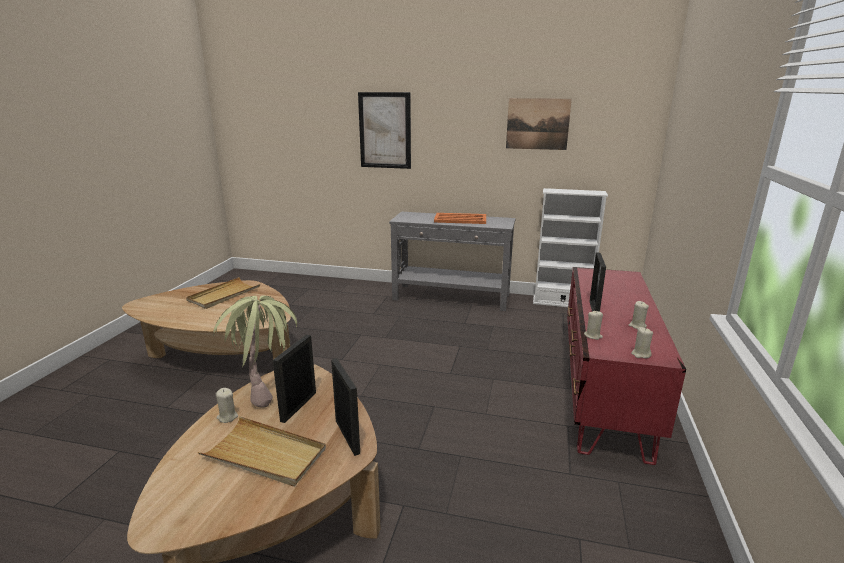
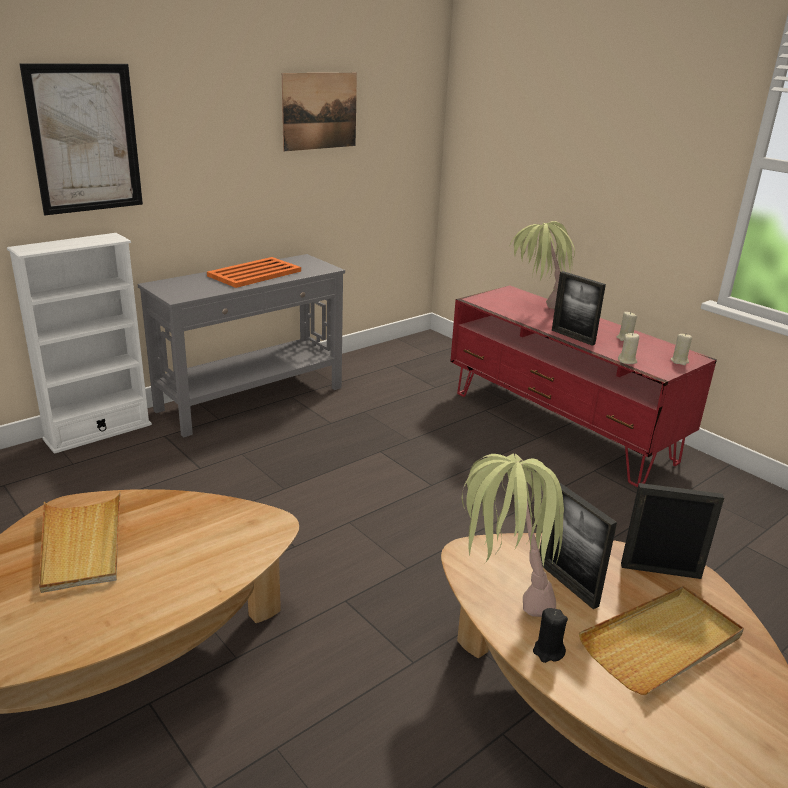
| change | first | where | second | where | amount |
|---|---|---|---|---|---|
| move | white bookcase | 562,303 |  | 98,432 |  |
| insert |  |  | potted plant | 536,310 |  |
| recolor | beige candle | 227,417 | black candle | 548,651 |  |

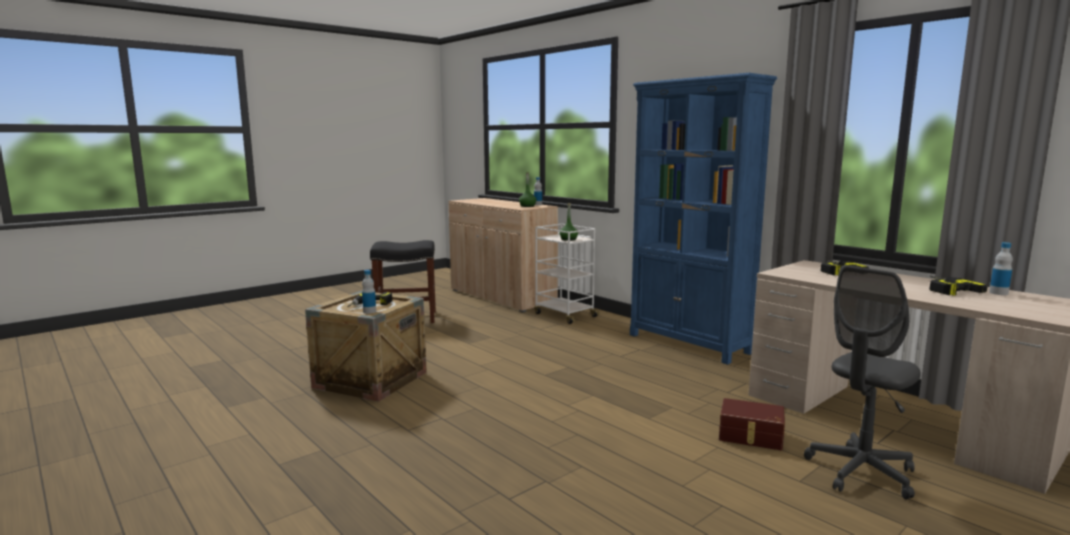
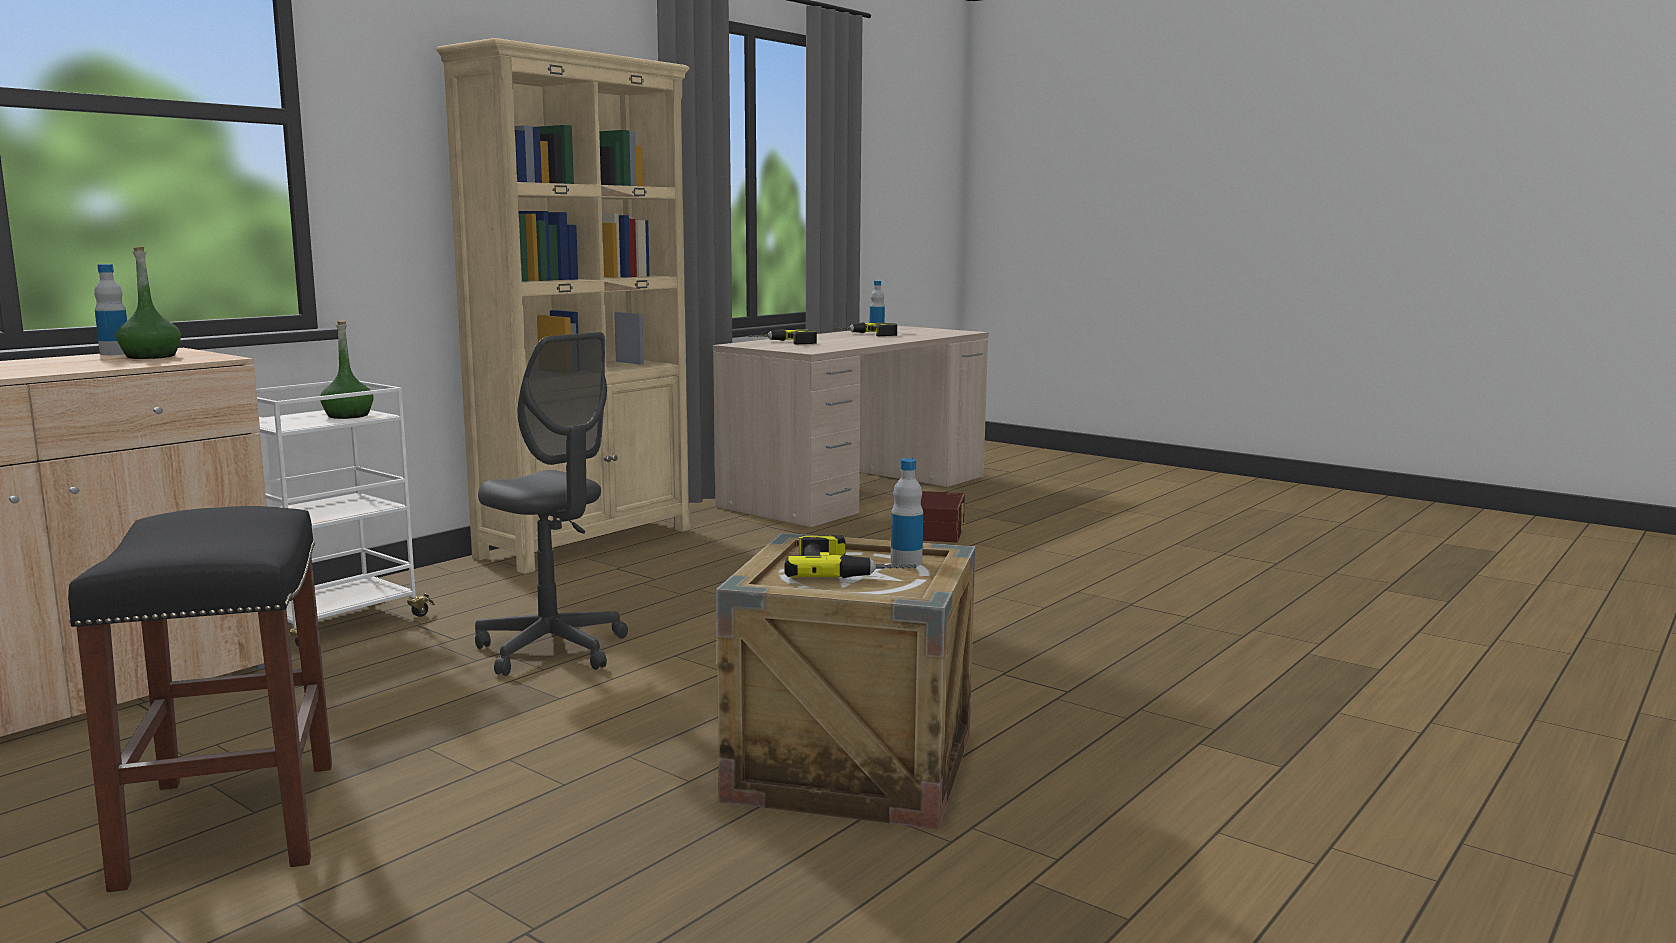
| change | first | where | second | where | amount |
|---|---|---|---|---|---|
| recolor | blue bookcase | 689,344 | beige bookcase | 587,543 |  |
| move | grey office chair | 861,472 |  | 552,650 |  |

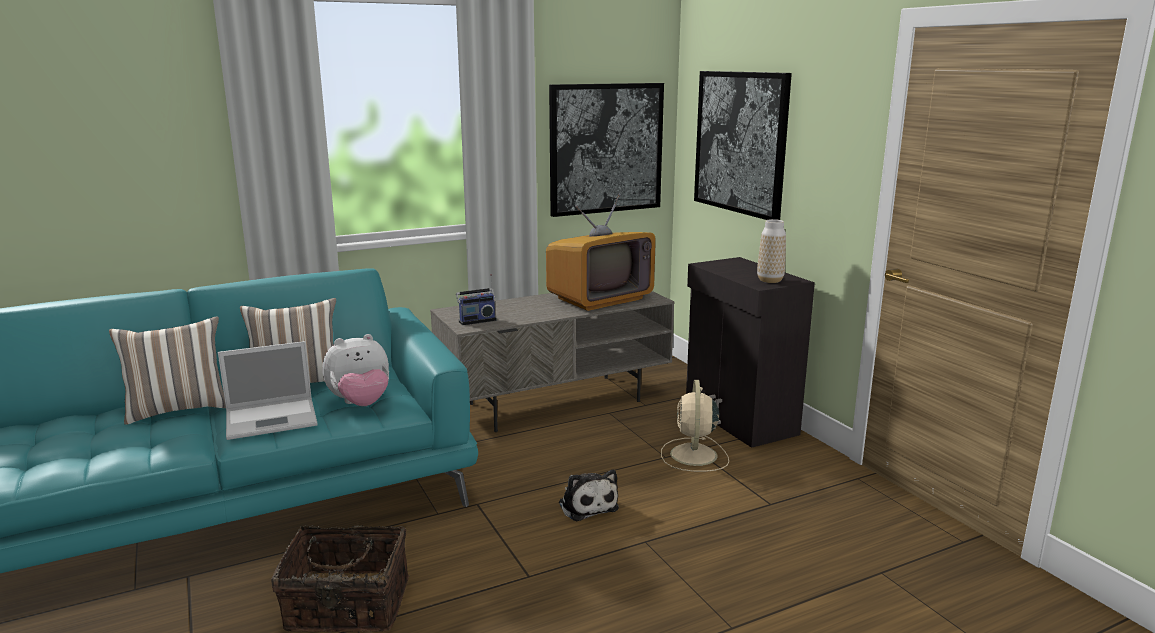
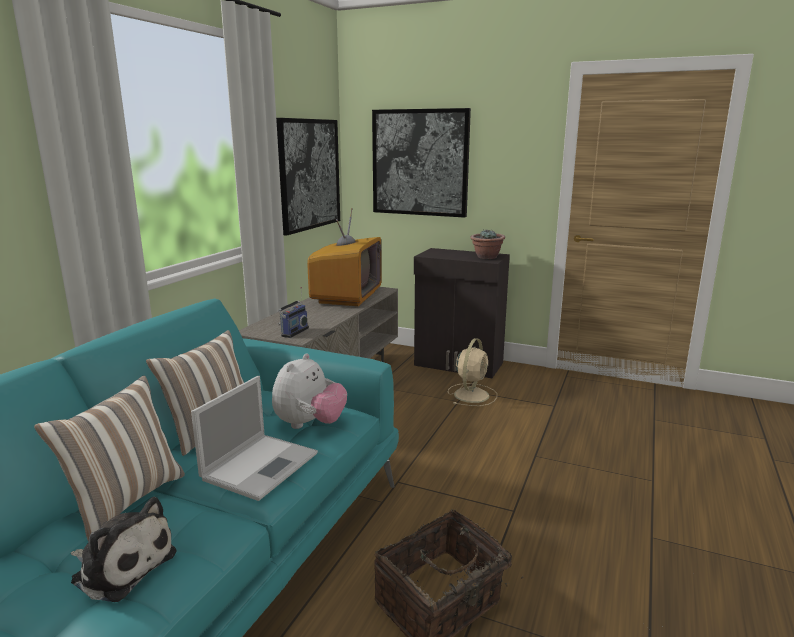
| change | first | where | second | where | amount |
|---|---|---|---|---|---|
| move | plush toy | 587,505 |  | 122,565 |  |
| rotate | beige fan | 693,456 |  | 472,394 | 120 degrees counterclockwise |
| replace | vase | 770,280 | potted plant | 486,257 |  |

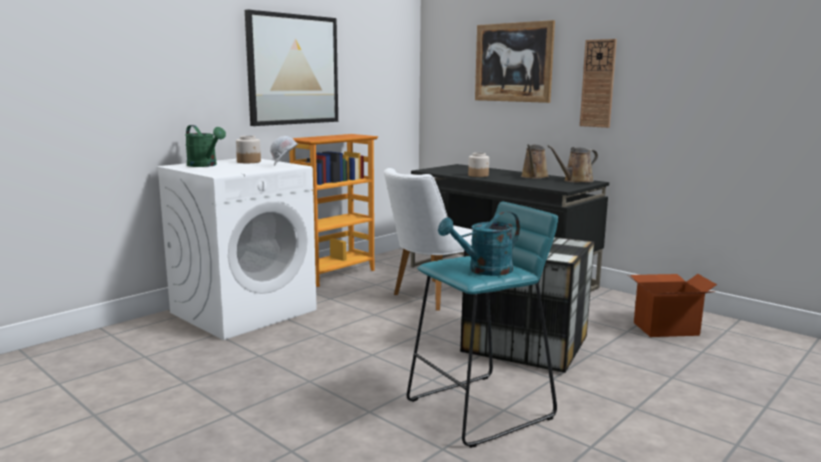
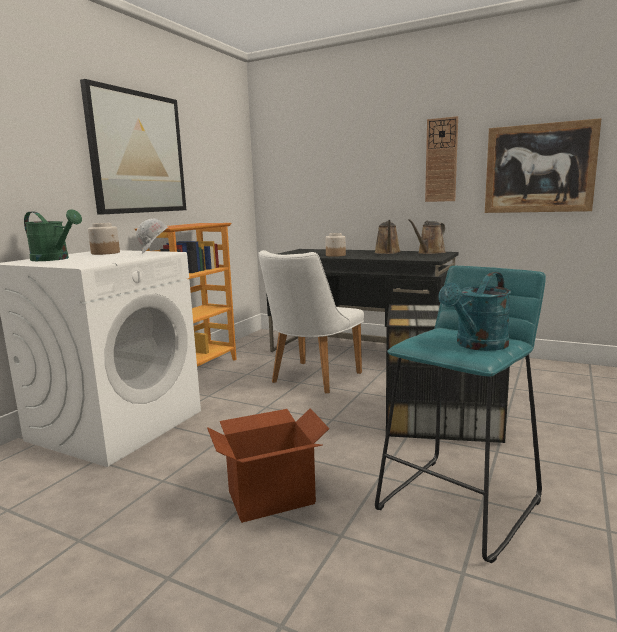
| change | first | where | second | where | amount |
|---|---|---|---|---|---|
| move | cardboard box | 665,328 |  | 270,497 |  |
| move | picture | 513,62 |  | 539,168 |  |

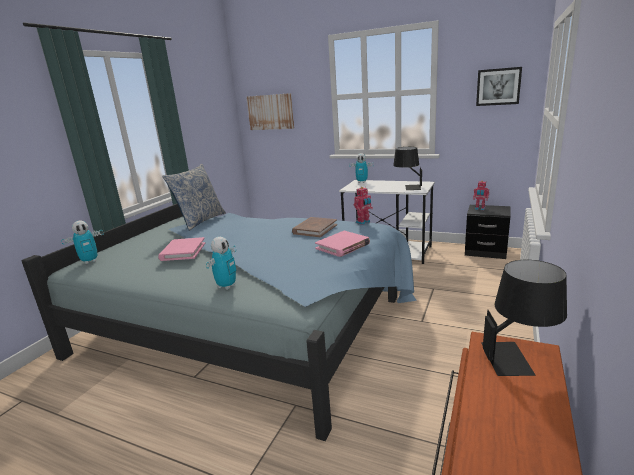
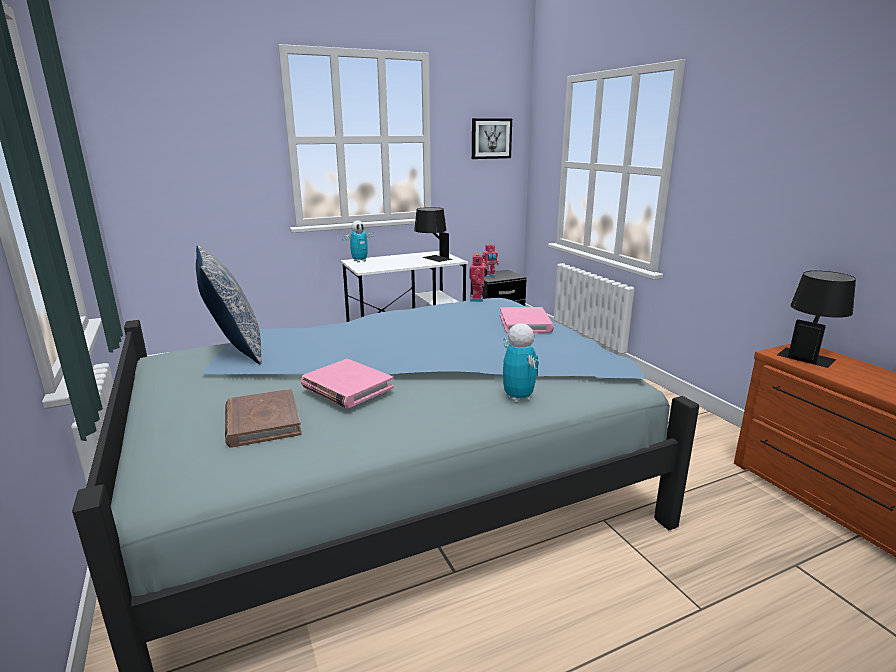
| change | first | where | second | where | amount |
|---|---|---|---|---|---|
| move | brown book | 315,229 |  | 262,421 |  |
| delete | toy robot | 90,261 |  |  |  |
| delete | picture | 270,112 |  |  |  |

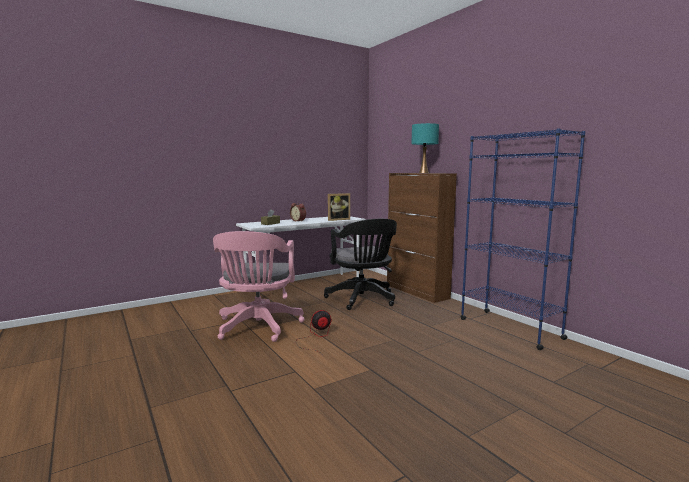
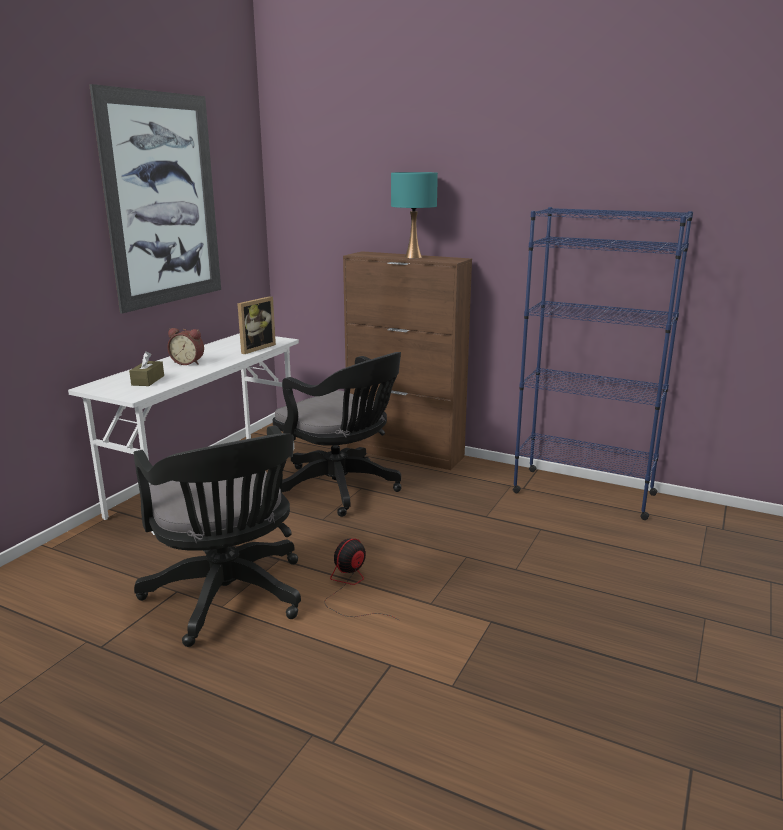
| change | first | where | second | where | amount |
|---|---|---|---|---|---|
| insert |  |  | picture | 163,200 |  |
| recolor | pink office chair | 257,328 | black office chair | 229,598 |  |

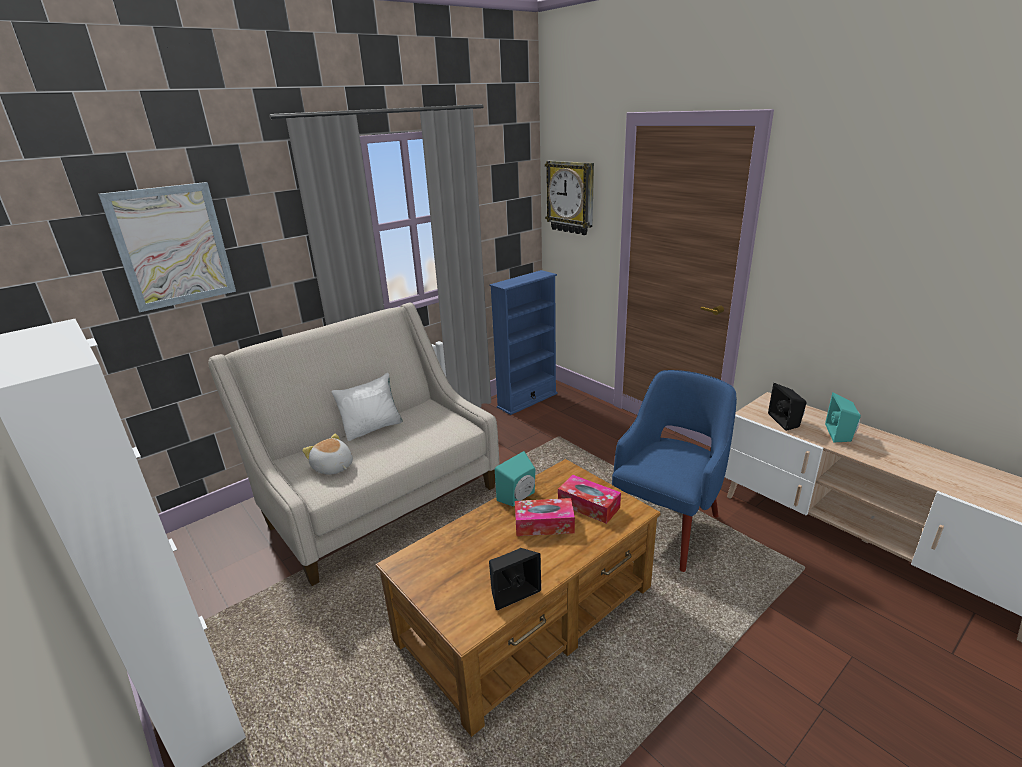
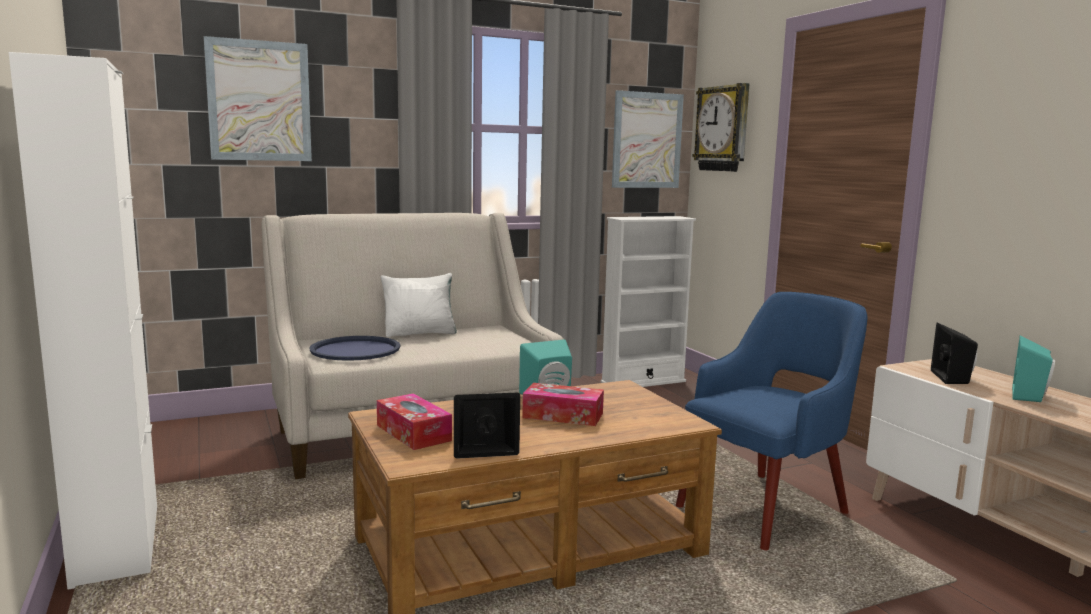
| change | first | where | second | where | amount |
|---|---|---|---|---|---|
| replace | plush toy | 332,467 | blue tray | 355,350 |  |
| move | tissue box | 588,505 |  | 413,433 |  |
| recolor | blue bookcase | 527,400 | white bookcase | 643,382 |  |
| insert |  |  | picture | 647,140 |  |

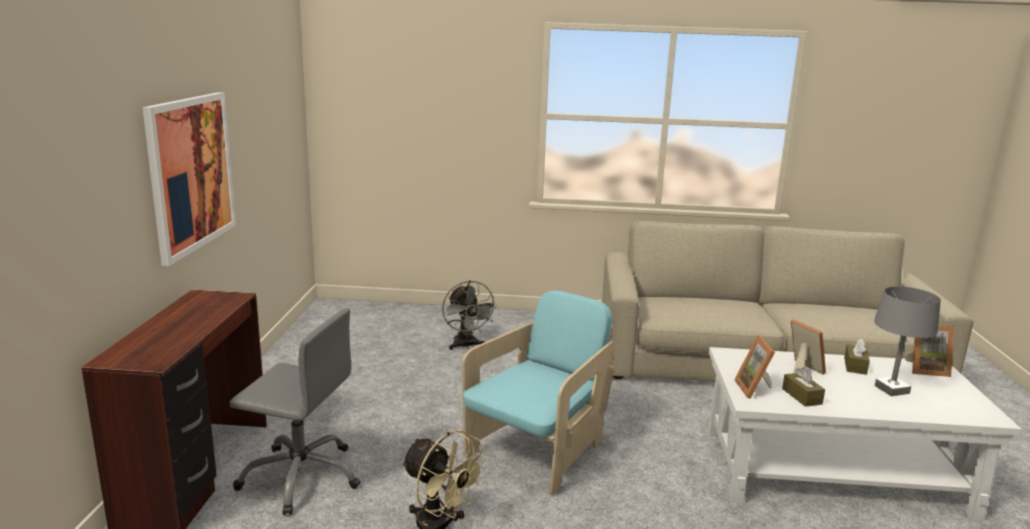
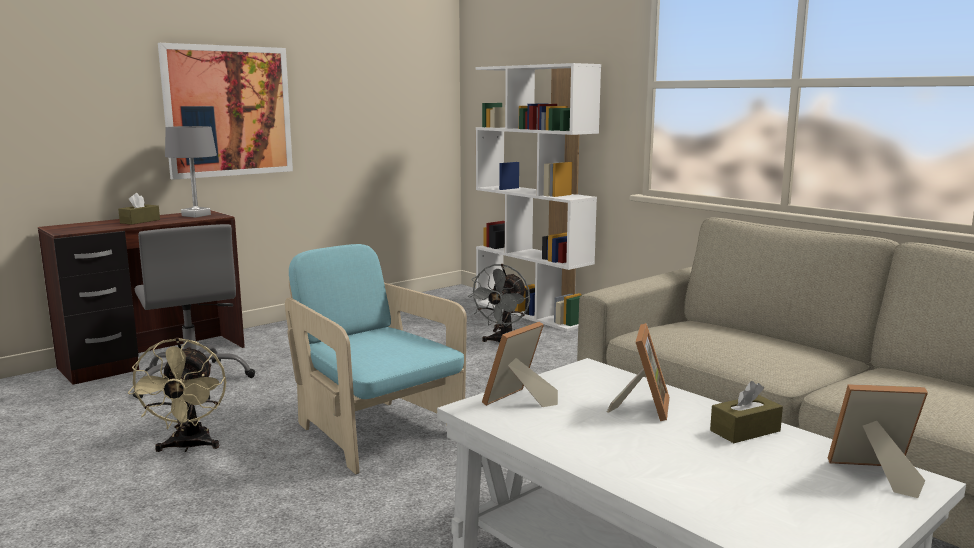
| change | first | where | second | where | amount |
|---|---|---|---|---|---|
| move | brown tissue box | 801,396 |  | 140,221 |  |
| move | grey table lamp | 892,389 |  | 196,215 |  |
| rotate | turquoise armchair | 538,451 |  | 376,432 | 120 degrees counterclockwise |
| insert |  |  | white bookcase | 532,313 |  |
| rotate | picture frame | 926,370 |  | 874,475 | 135 degrees clockwise |

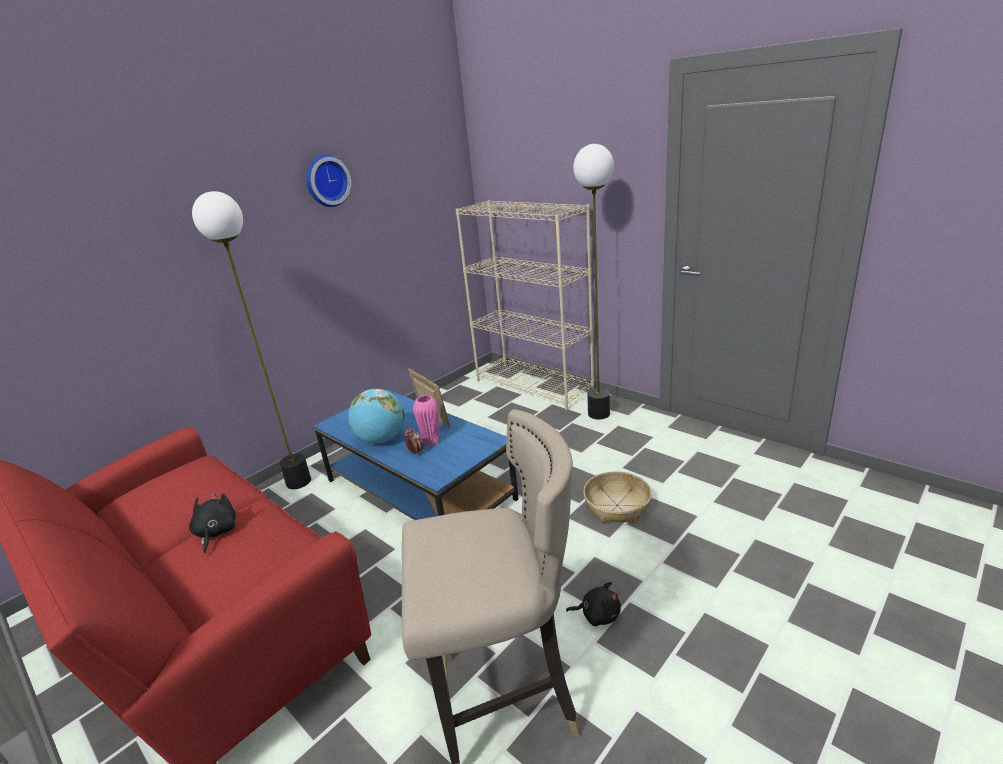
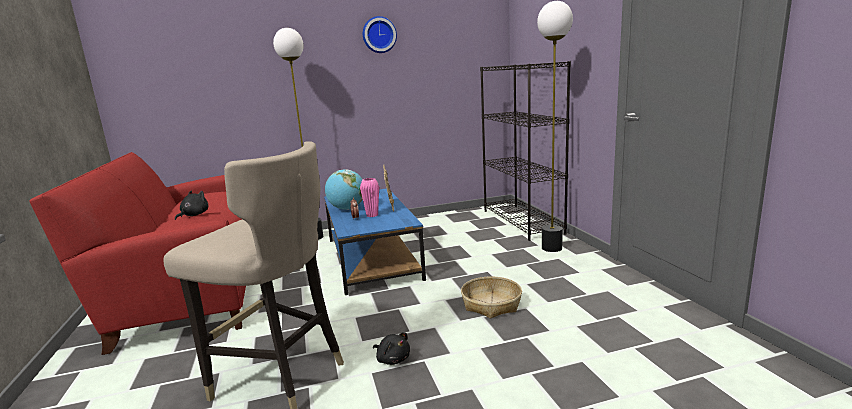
| change | first | where | second | where | amount |
|---|---|---|---|---|---|
| recolor | beige bookcase | 534,386 | black bookcase | 522,222 |  |

